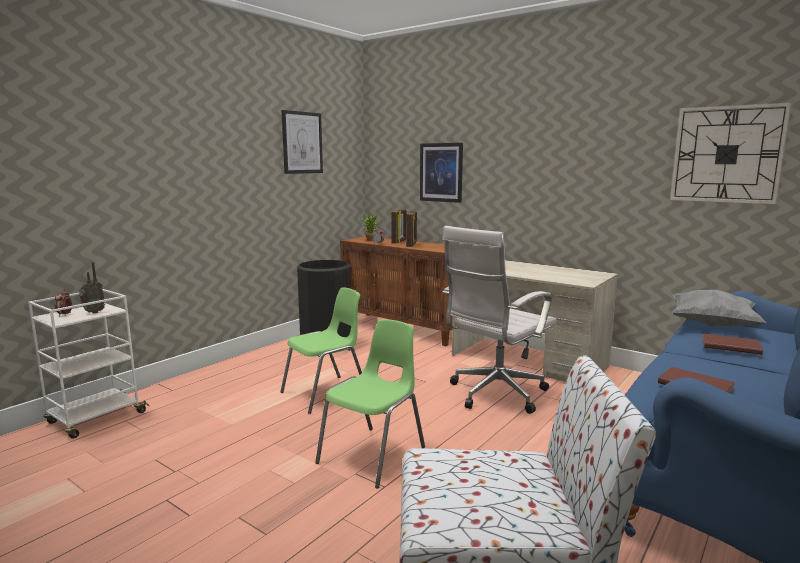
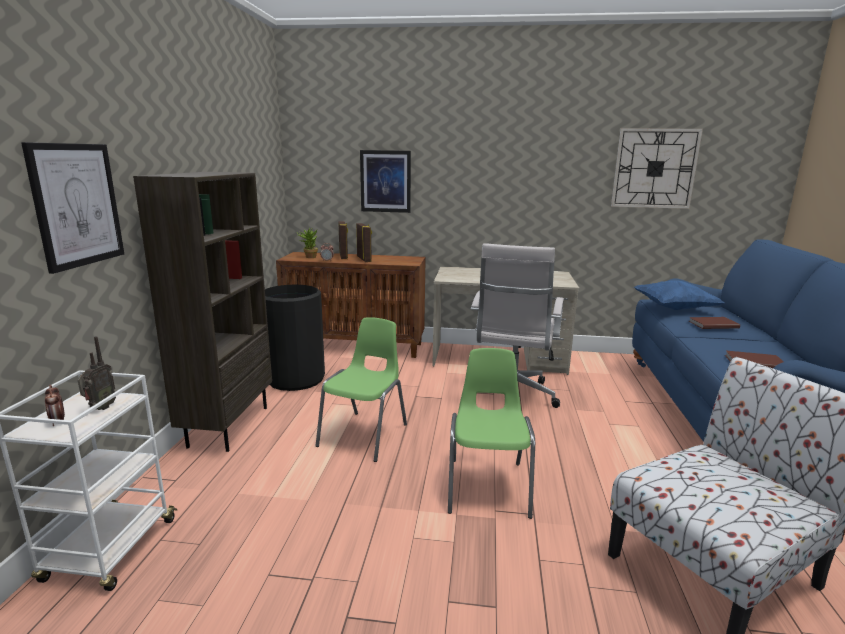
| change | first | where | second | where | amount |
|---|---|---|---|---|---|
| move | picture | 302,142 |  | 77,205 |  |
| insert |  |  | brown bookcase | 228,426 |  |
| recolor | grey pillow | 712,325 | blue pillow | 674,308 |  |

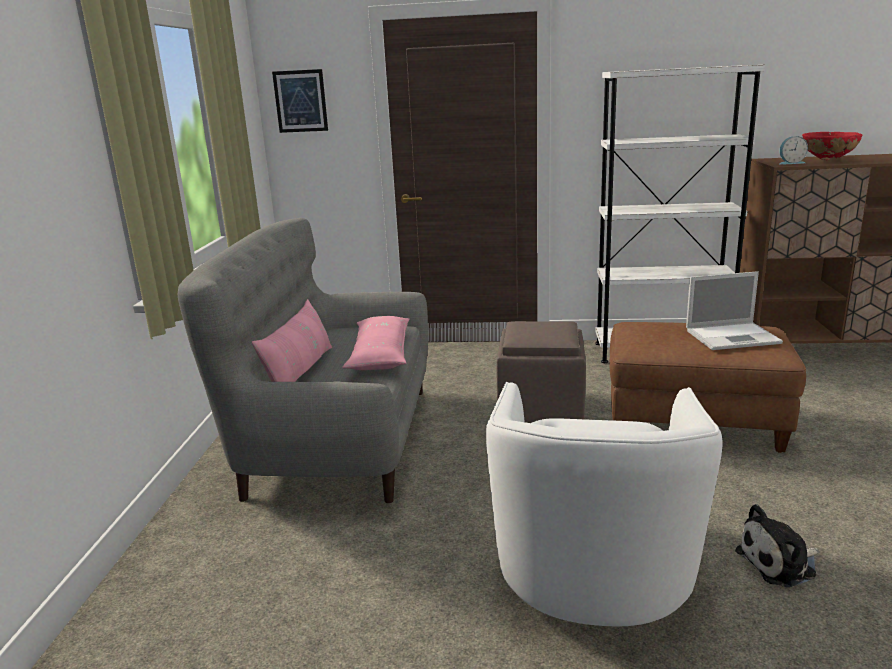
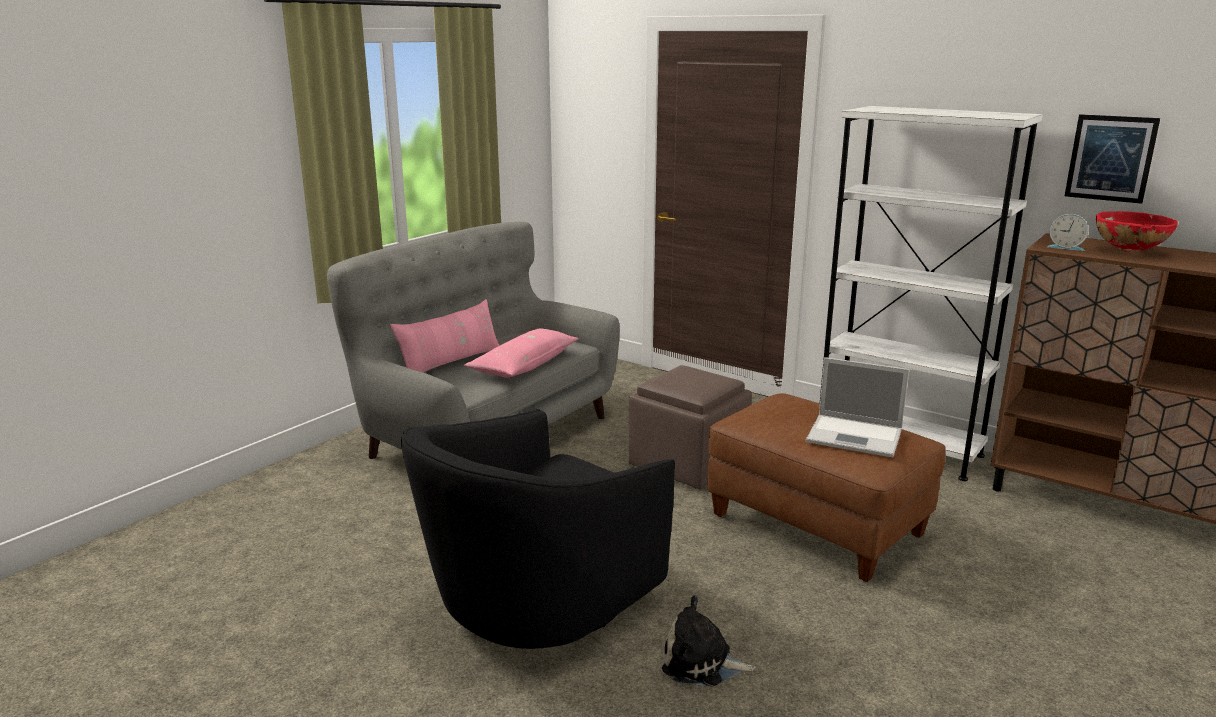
| change | first | where | second | where | amount |
|---|---|---|---|---|---|
| recolor | white armchair | 593,571 | black armchair | 538,602 |  |
| move | picture | 300,101 |  | 1110,158 |  |

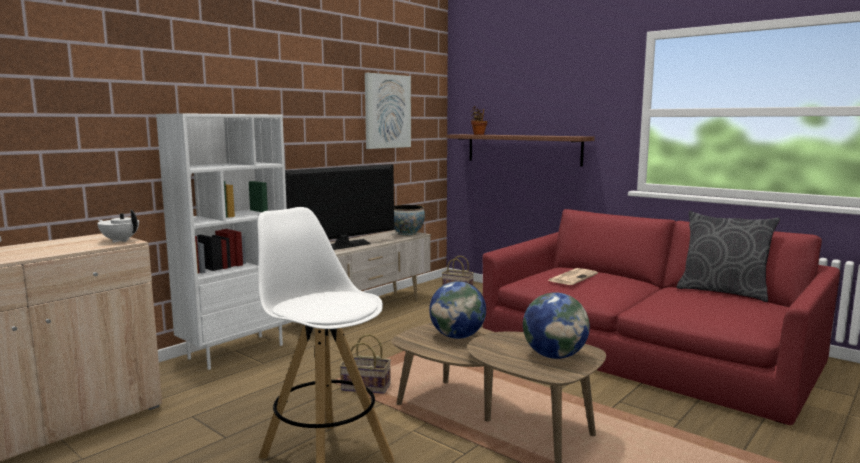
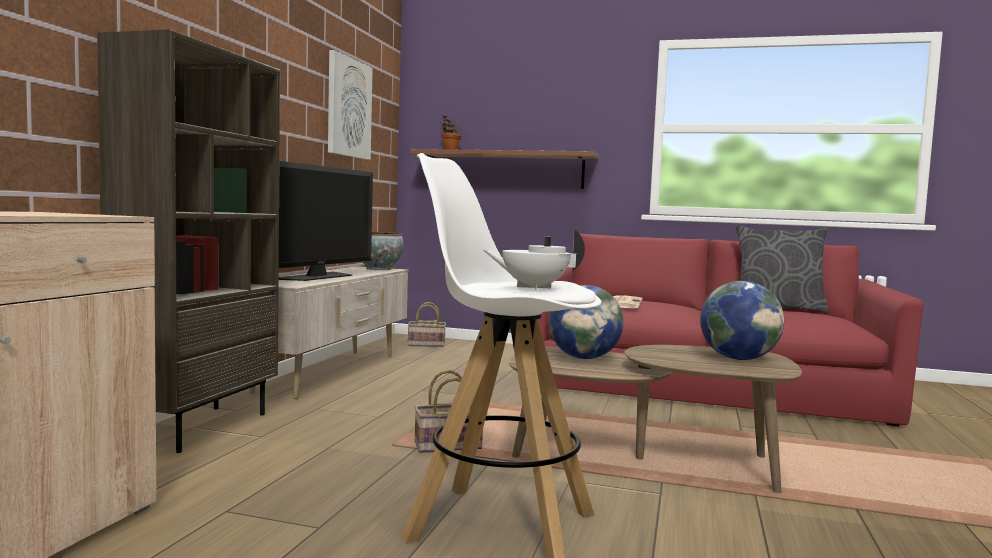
| change | first | where | second | where | amount |
|---|---|---|---|---|---|
| recolor | white bookcase | 236,351 | brown bookcase | 198,427 |  |
| move | white teapot | 120,240 |  | 533,287 |  |

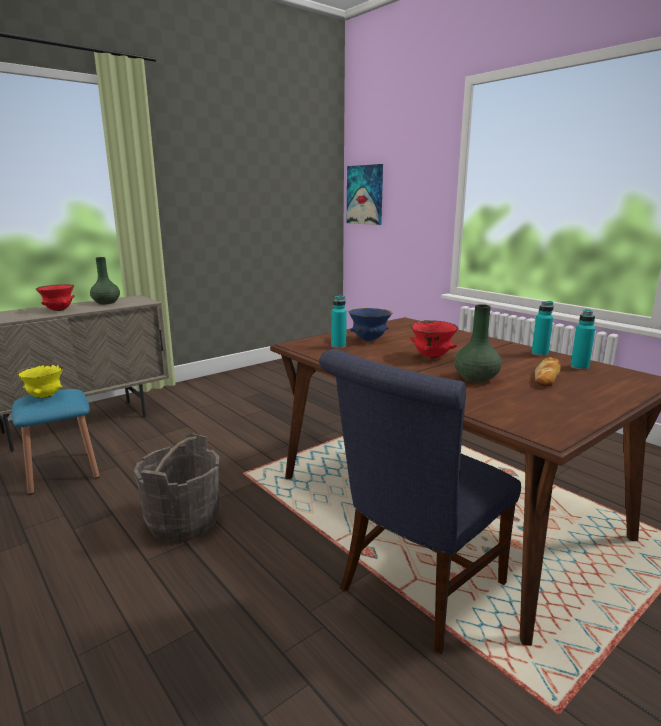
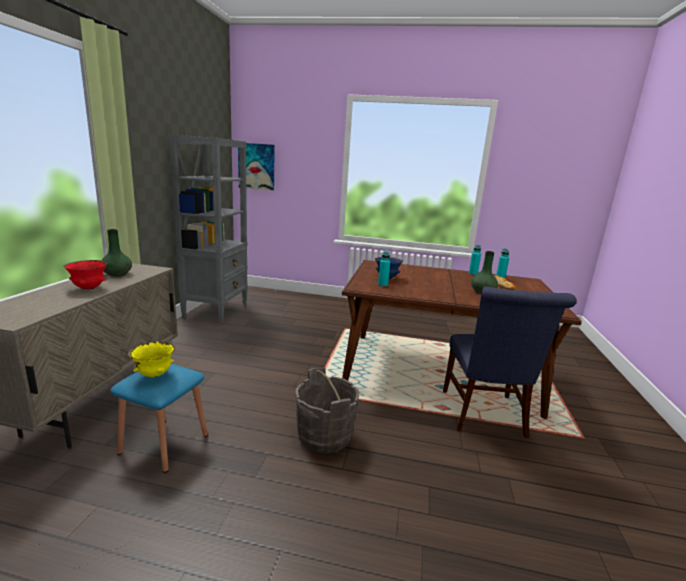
| change | first | where | second | where | amount |
|---|---|---|---|---|---|
| insert |  |  | grey bookcase | 216,310 |  |
| delete | red bowl | 431,357 |  |  |  |

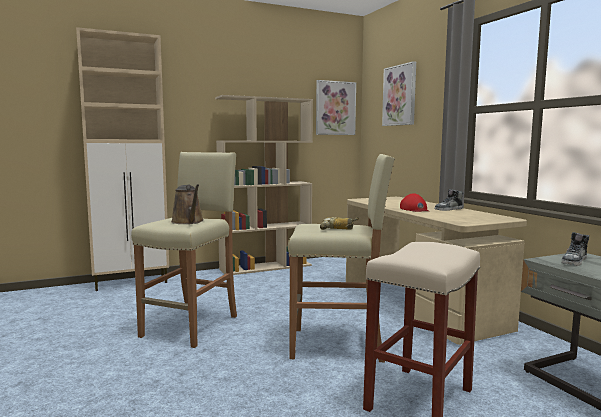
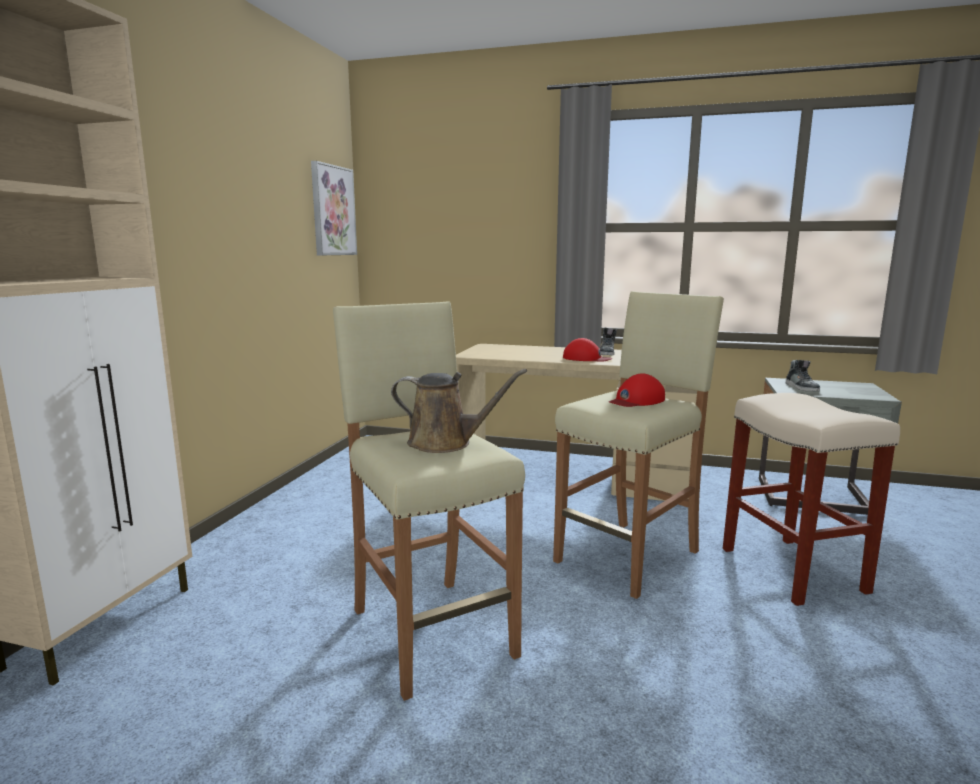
| change | first | where | second | where | amount |
|---|---|---|---|---|---|
| replace | power drill | 339,229 | red cap | 636,401 |  |
| delete | beige bookcase | 266,267 |  |  |  |
| delete | picture | 399,95 |  |  |  |

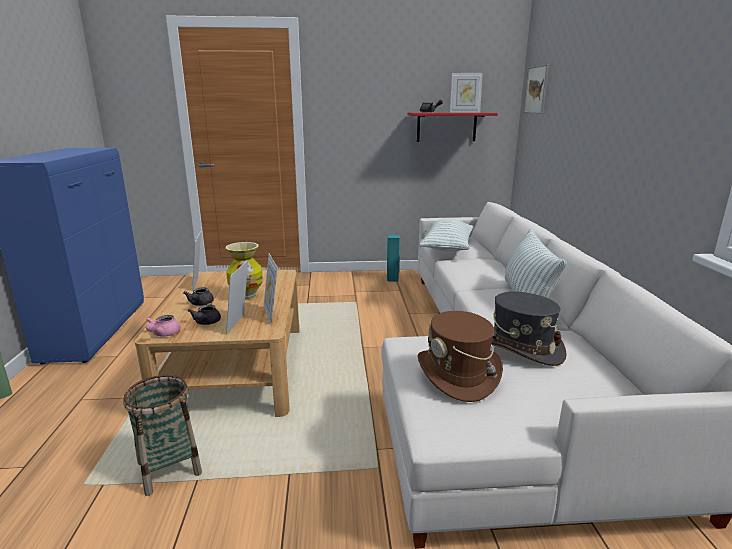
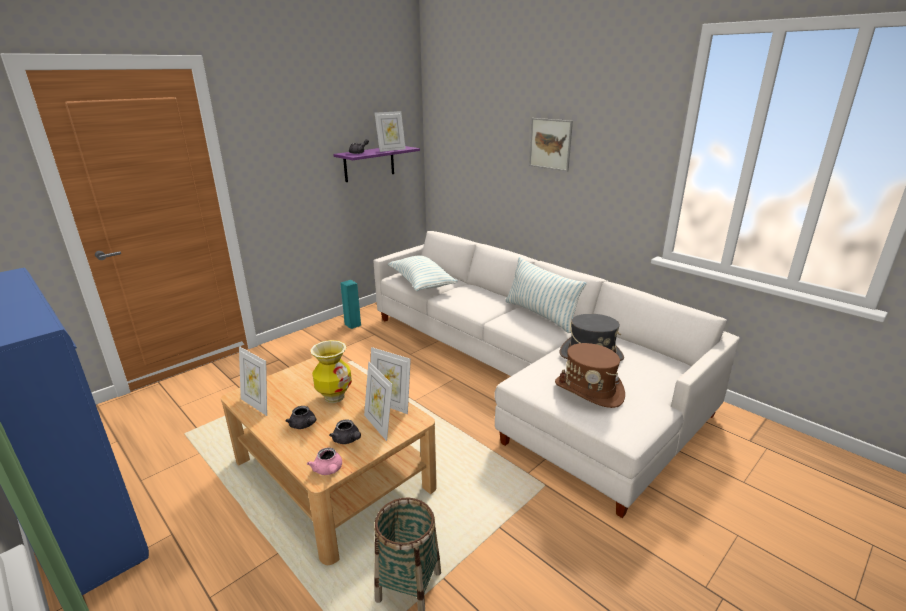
| change | first | where | second | where | amount |
|---|---|---|---|---|---|
| recolor | red shelf | 446,127 | purple shelf | 369,163 |  |
| move | picture | 536,90 |  | 550,144 |  |

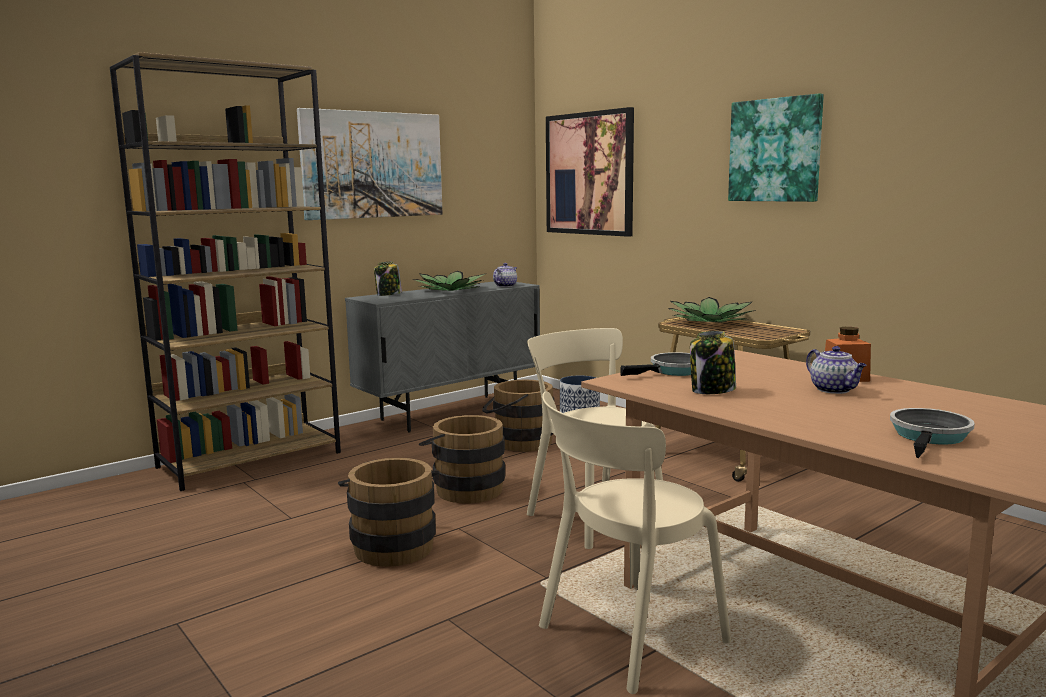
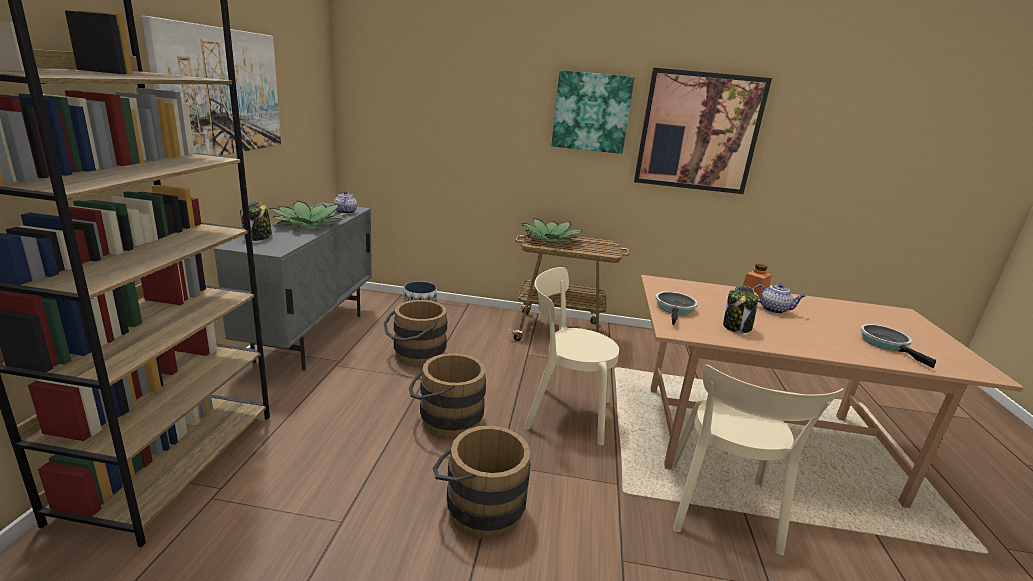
| change | first | where | second | where | amount |
|---|---|---|---|---|---|
| move | picture | 589,174 |  | 698,132 |  |

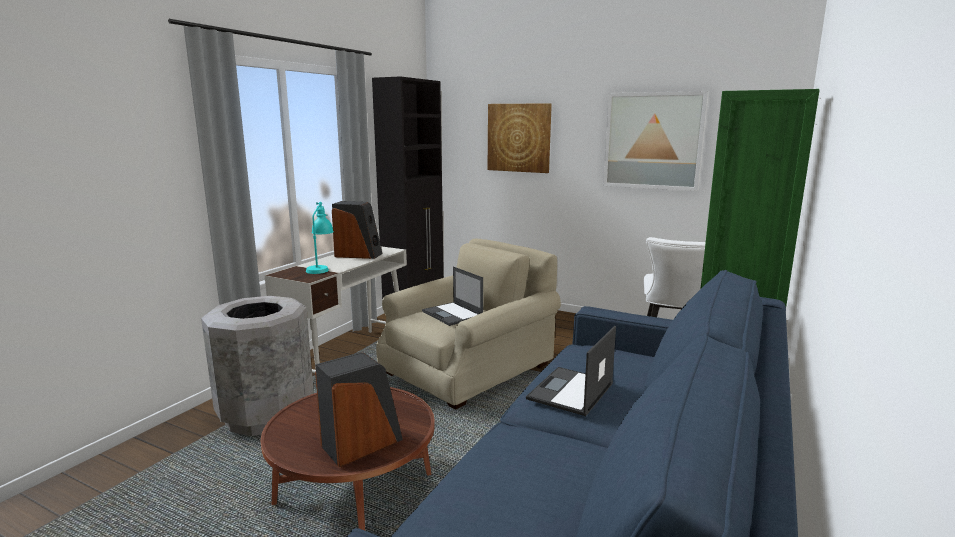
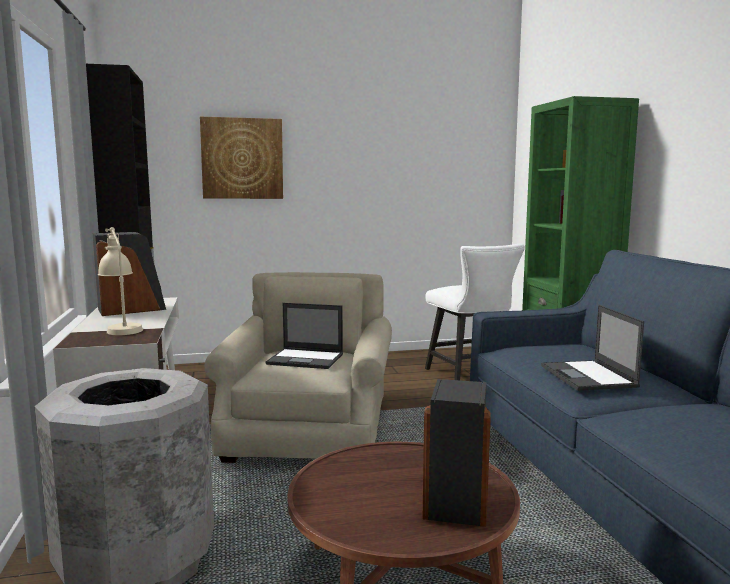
| change | first | where | second | where | amount |
|---|---|---|---|---|---|
| recolor | turquoise table lamp | 321,268 | beige table lamp | 121,328 |  |
| delete | picture | 653,141 |  |  |  |

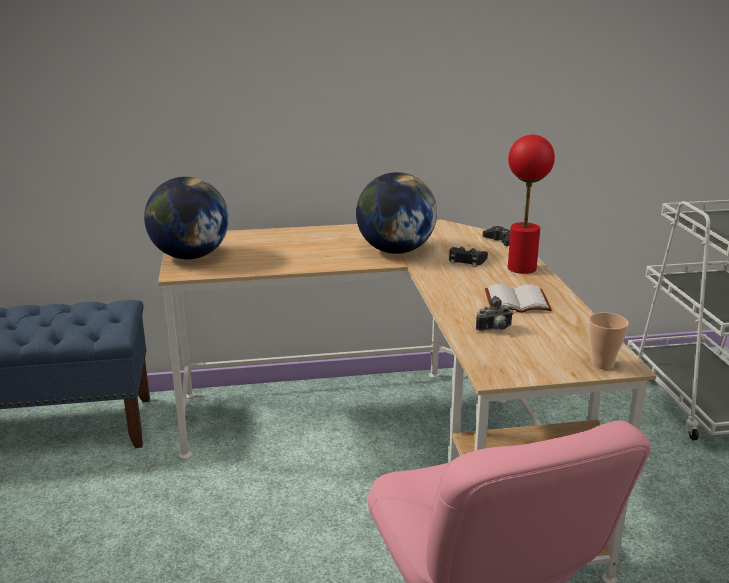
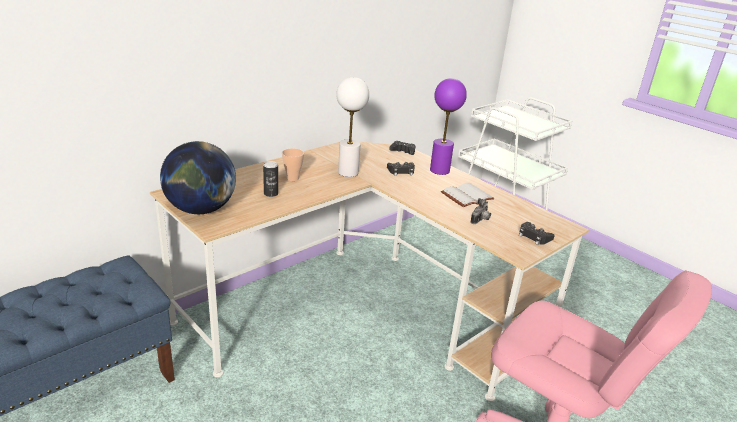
| change | first | where | second | where | amount |
|---|---|---|---|---|---|
| insert |  |  | can | 271,194 |  |
| move | cup | 602,364 |  | 292,178 |  |
| replace | globe | 395,251 | white table lamp | 348,172 |  |
| recolor | red table lamp | 521,268 | purple table lamp | 439,170 |  |
| insert |  |  | black game controller | 534,237 |  |

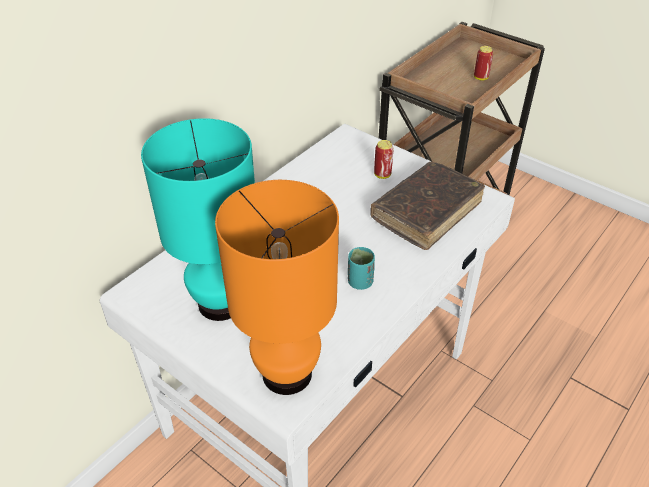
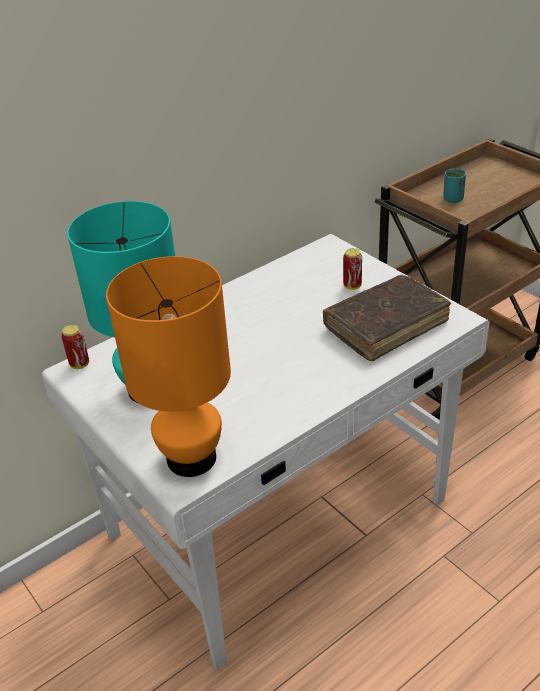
| change | first | where | second | where | amount |
|---|---|---|---|---|---|
| move | can | 480,78 |  | 79,364 |  |
| move | turquoise cup | 360,282 |  | 453,199 |  |

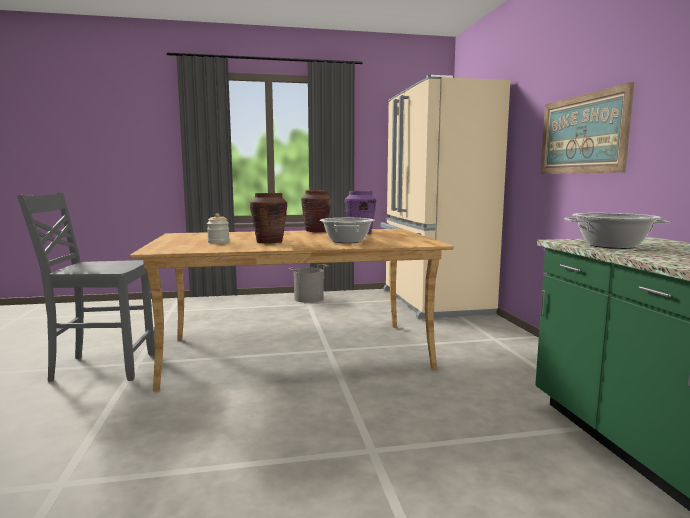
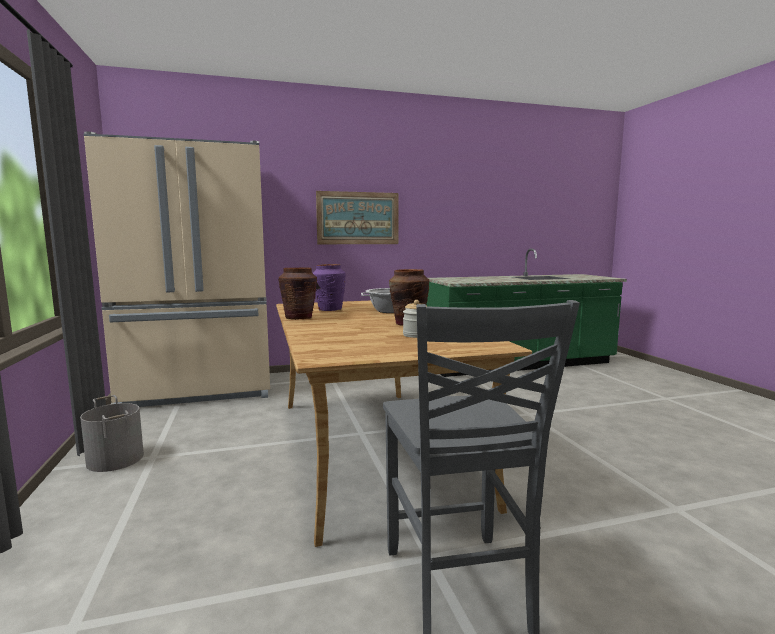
| change | first | where | second | where | amount |
|---|---|---|---|---|---|
| delete | cooking pot | 612,246 |  |  |  |

